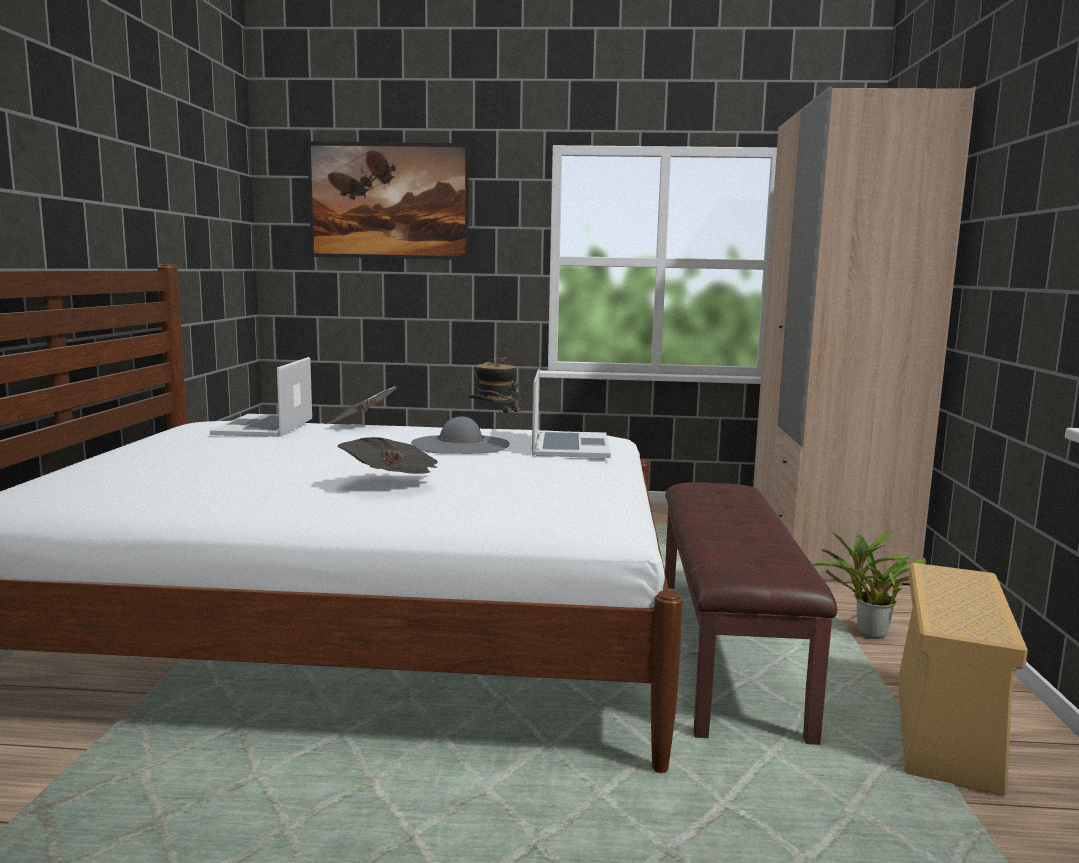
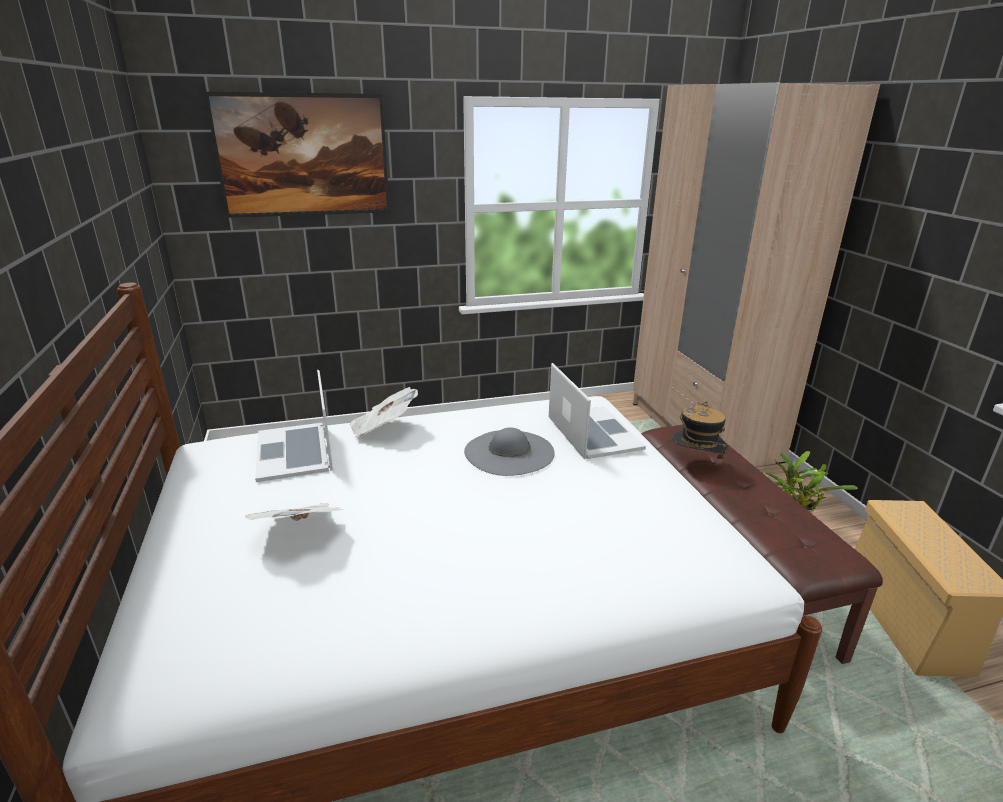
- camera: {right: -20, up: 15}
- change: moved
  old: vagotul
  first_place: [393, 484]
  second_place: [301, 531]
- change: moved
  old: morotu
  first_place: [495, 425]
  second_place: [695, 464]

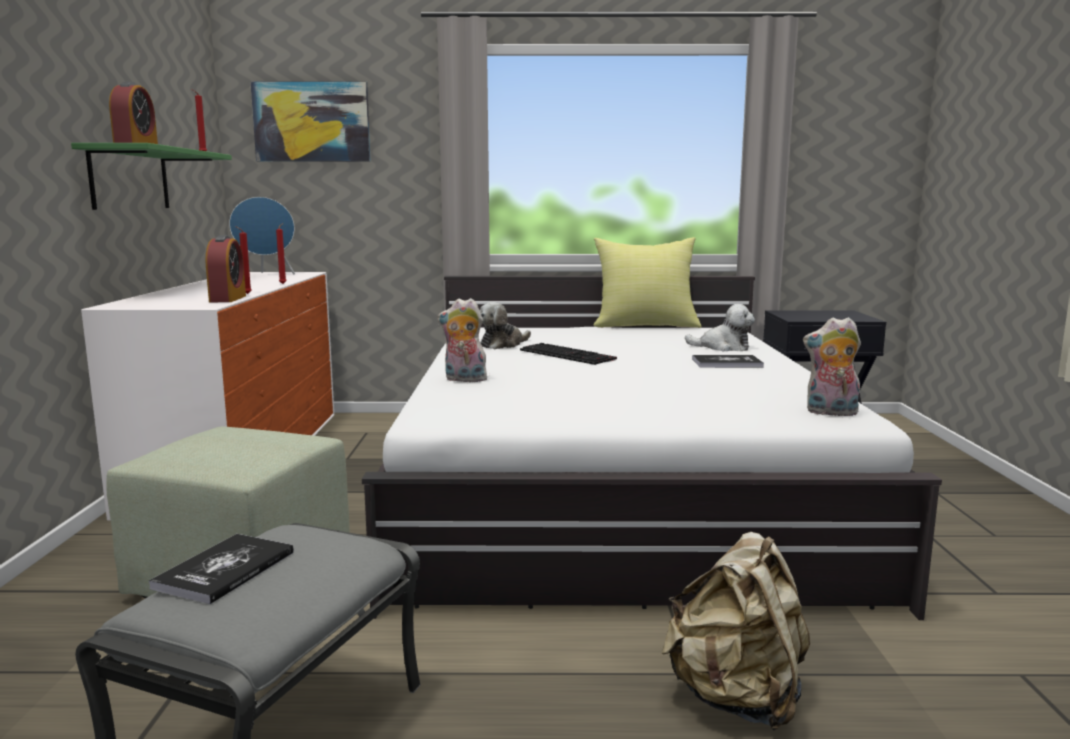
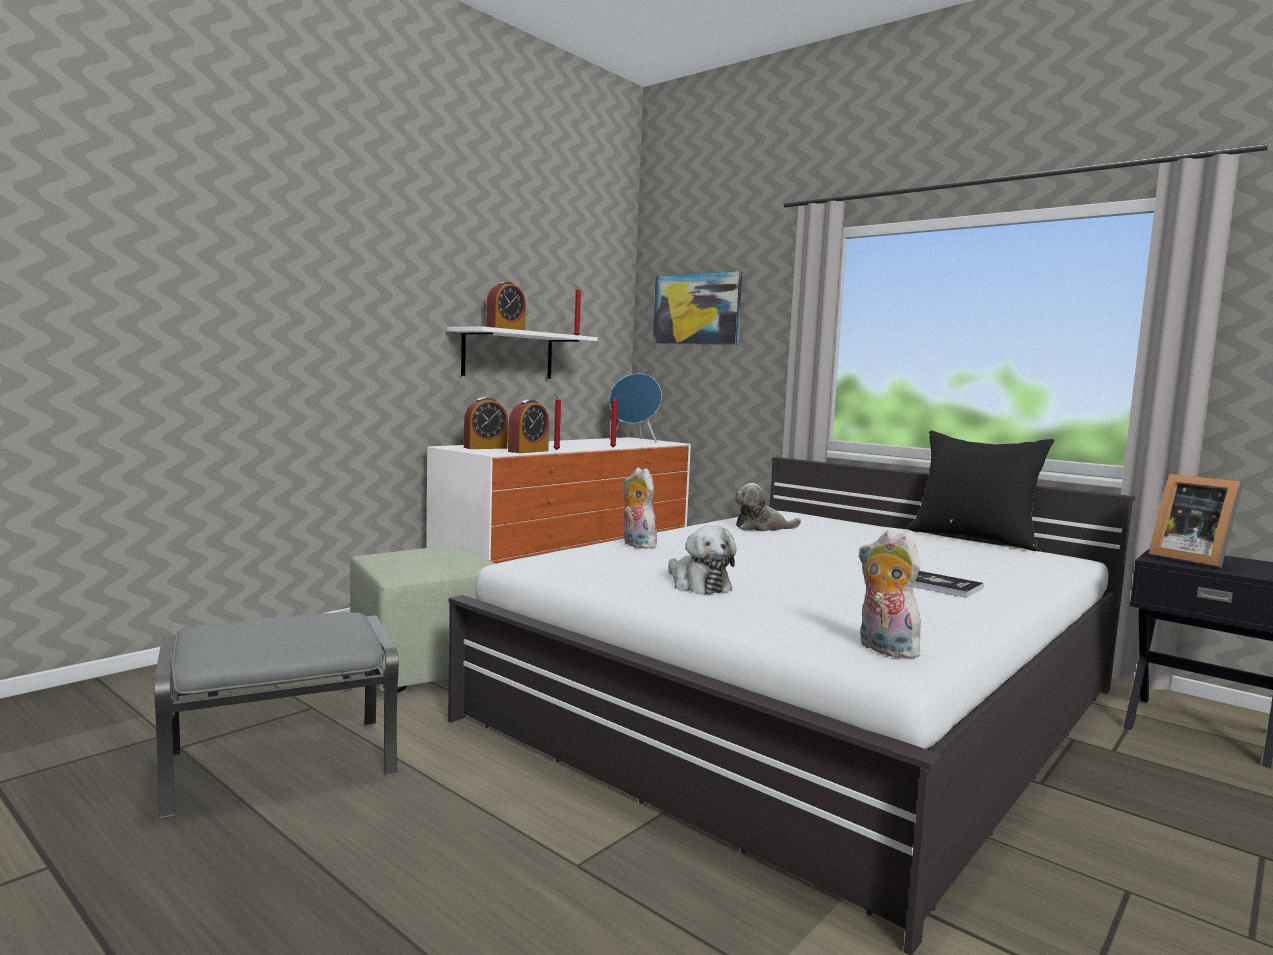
- camera: {right: 40, up: -5}
- change: recoloured
  old: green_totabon
  new: white_totabon
  first_place: [130, 179]
  second_place: [508, 354]
- change: removed
  old: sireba
  first_place: [225, 570]
- change: removed
  old: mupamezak
  first_place: [568, 355]
- change: recoloured
  old: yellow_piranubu
  new: black_piranubu
  first_place: [645, 325]
  second_place: [974, 538]
- change: removed
  old: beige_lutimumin
  first_place: [736, 698]
- change: moved
  old: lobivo
  first_place: [723, 347]
  second_place: [698, 585]
- change: added
  new: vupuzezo
  second_place: [485, 448]
- change: added
  new: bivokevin
  second_place: [1189, 559]

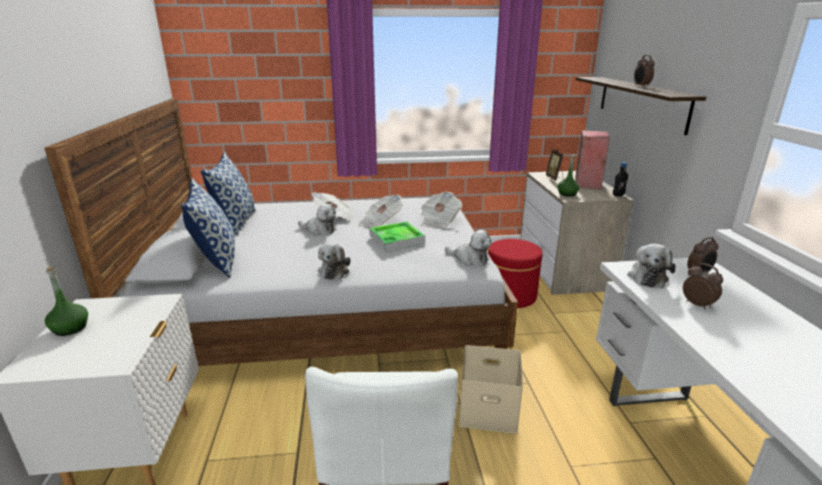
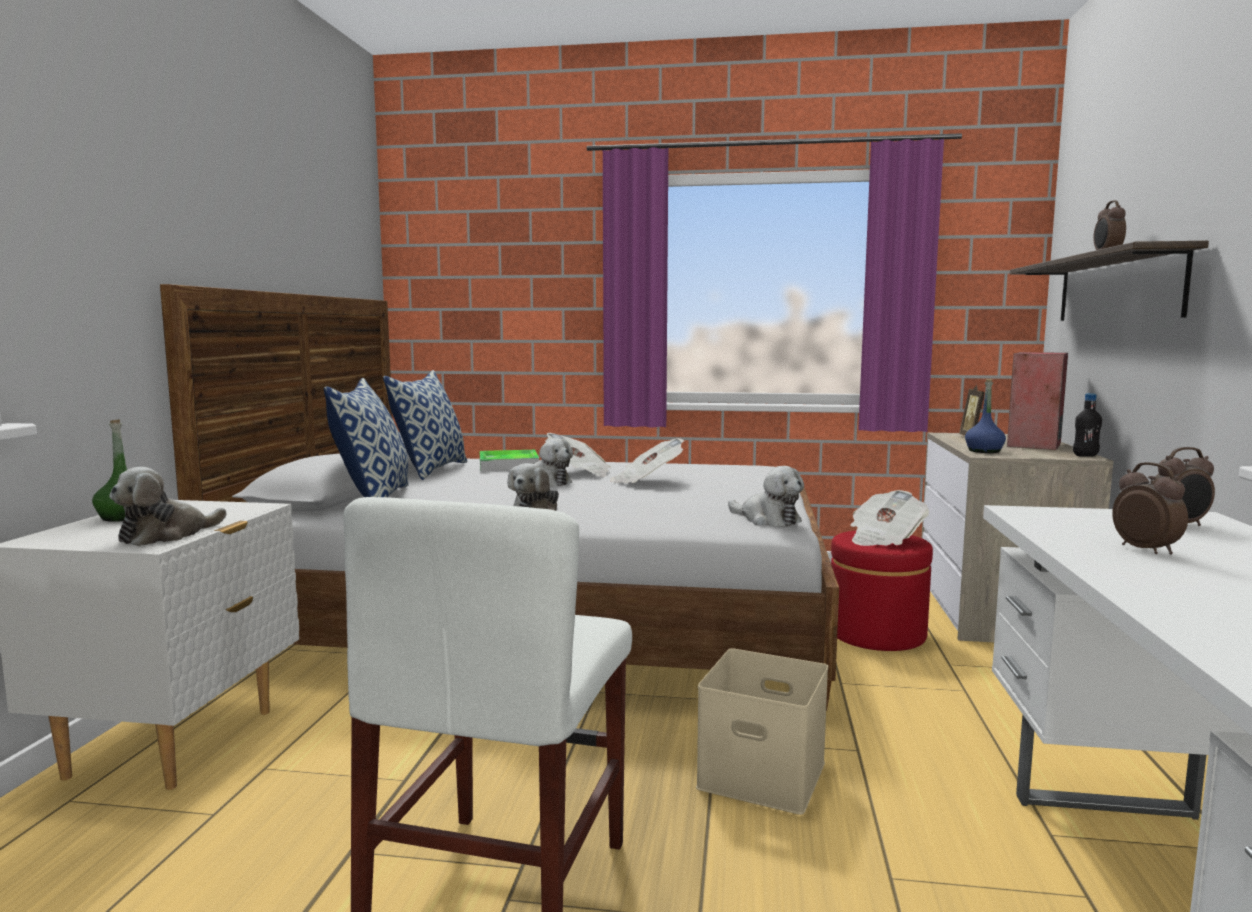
- camera: {right: 15, up: -15}
- change: moved
  old: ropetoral
  first_place: [396, 239]
  second_place: [508, 465]
- change: moved
  old: vagotul
  first_place: [439, 221]
  second_place: [884, 539]
- change: recoloured
  old: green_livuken
  new: blue_livuken
  first_place: [567, 194]
  second_place: [984, 451]
- change: moved
  old: lobivo
  first_place: [647, 277]
  second_place: [166, 535]

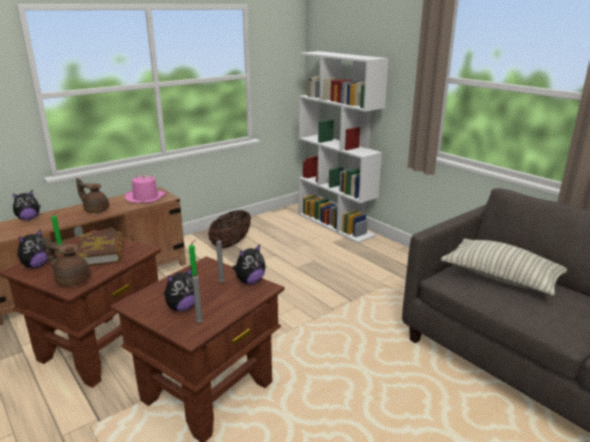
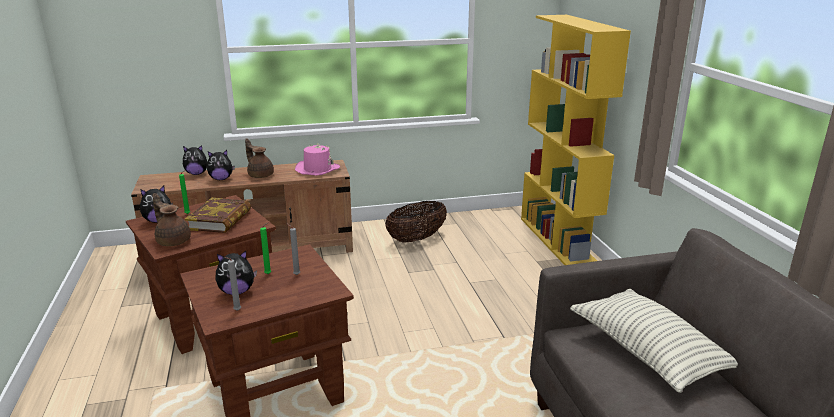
- camera: {right: 25, up: 0}
- change: moved
  old: lobivo
  first_place: [250, 281]
  second_place: [221, 179]
- change: recoloured
  old: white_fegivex
  new: yellow_fegivex
  first_place: [336, 224]
  second_place: [558, 240]

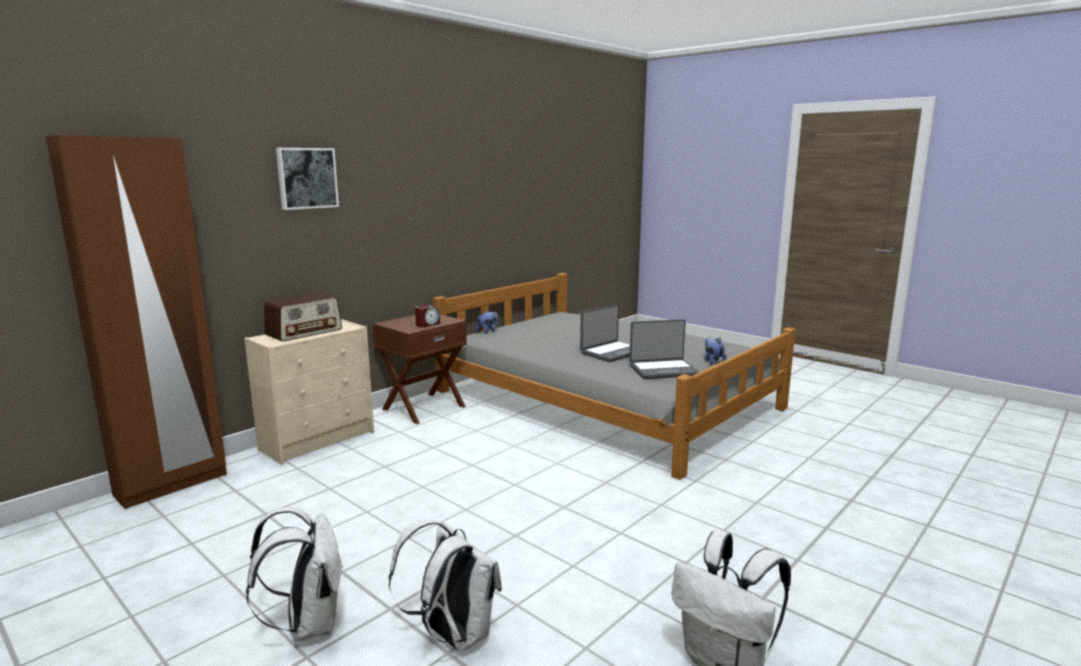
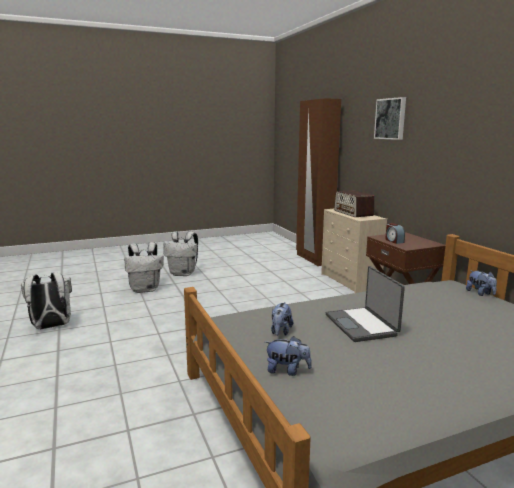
- camera: {right: 115, up: 0}
- change: replaced
  old: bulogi
  new: lobivo
  first_place: [663, 370]
  second_place: [280, 332]

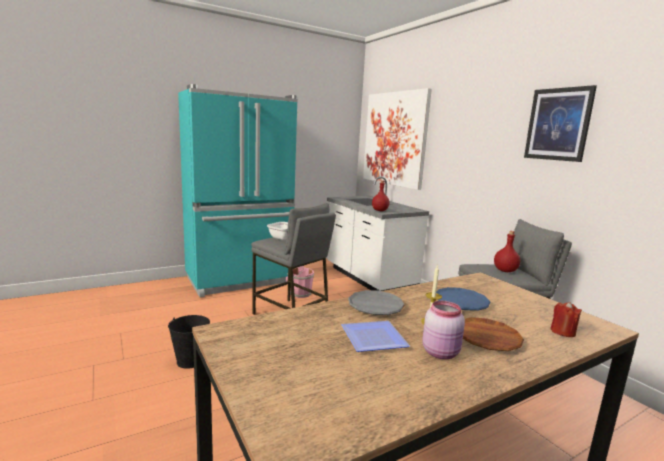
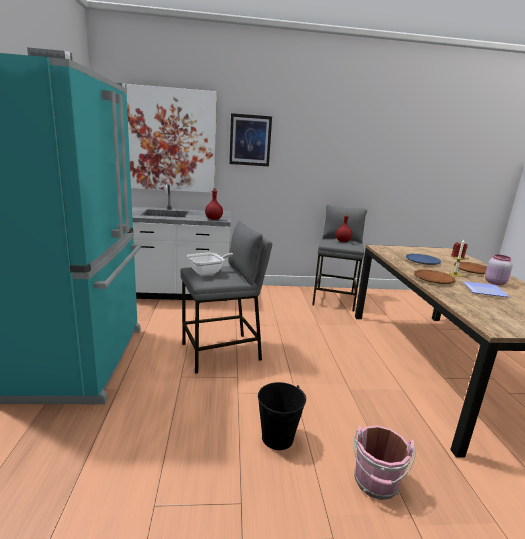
- camera: {right: -65, up: 5}
- change: moved
  old: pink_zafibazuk
  first_place: [299, 293]
  second_place: [376, 483]
- change: recoloured
  old: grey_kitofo
  new: brown_kitofo
  first_place: [375, 306]
  second_place: [433, 279]
- change: moved
  old: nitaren
  first_place: [558, 124]
  second_place: [250, 140]

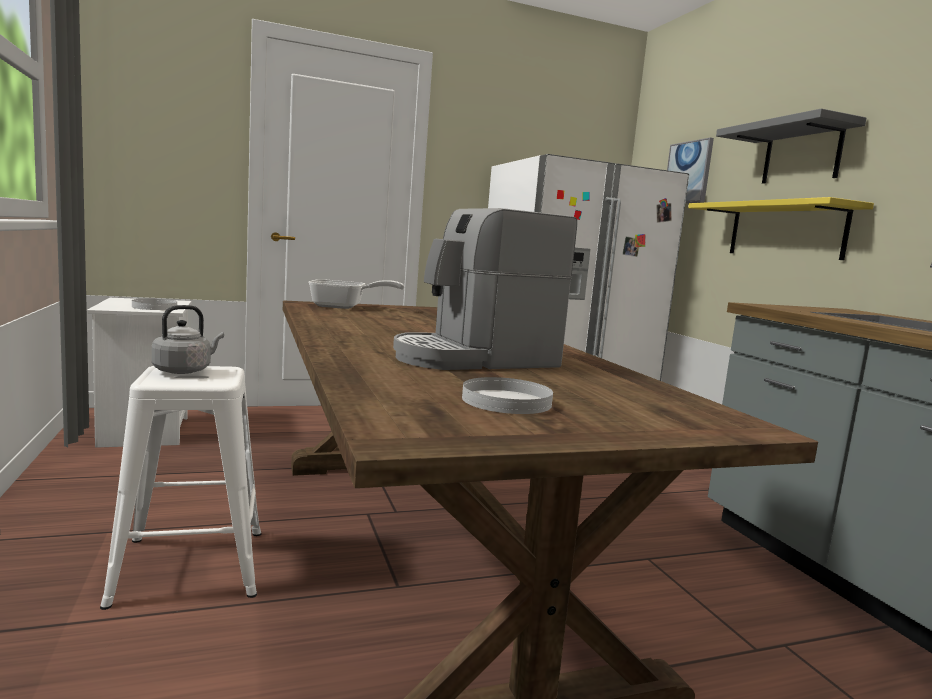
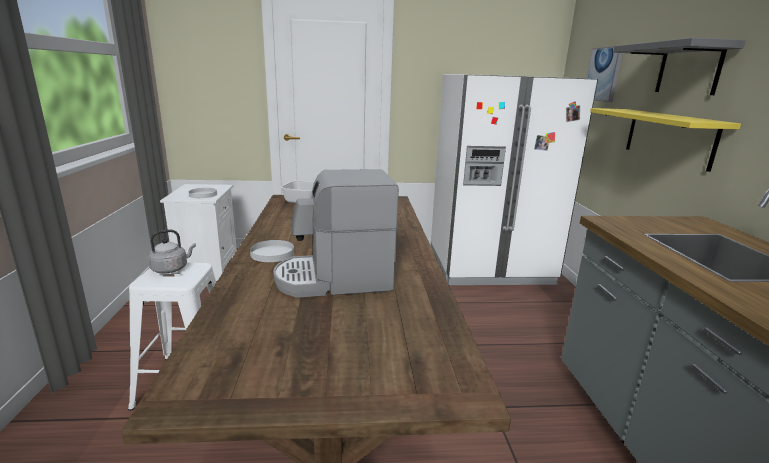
- camera: {right: 15, up: 10}
- change: moved
  old: white_kitofo
  first_place: [506, 401]
  second_place: [272, 253]

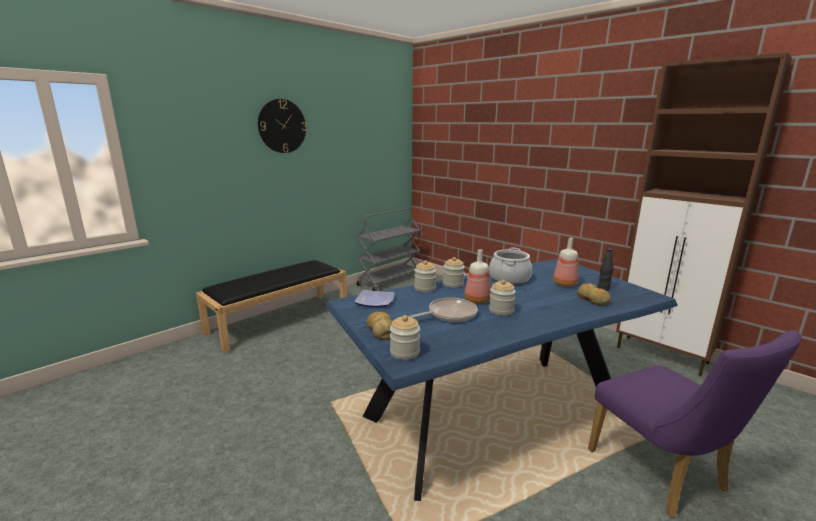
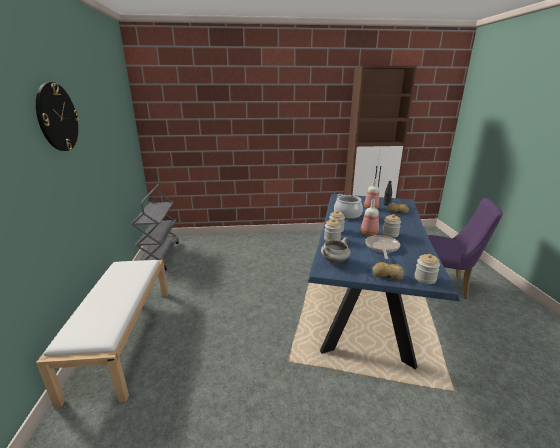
- camera: {right: -50, up: 5}
- change: recoloured
  old: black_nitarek
  new: white_nitarek
  first_place: [280, 319]
  second_place: [123, 337]
- change: replaced
  old: kitofo
  new: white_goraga
  first_place: [374, 301]
  second_place: [334, 261]

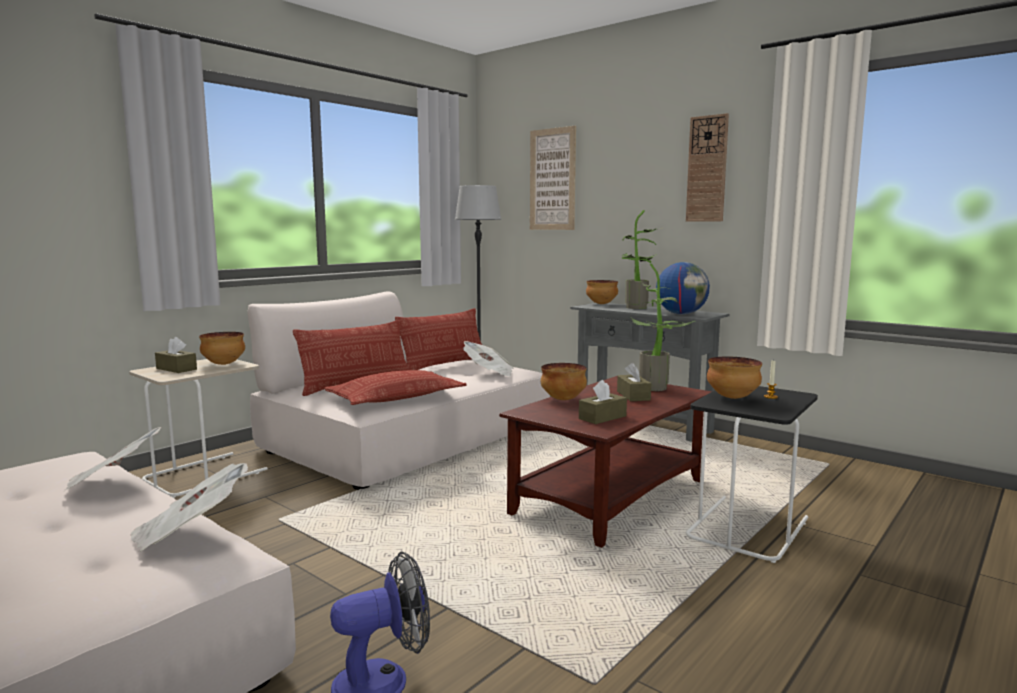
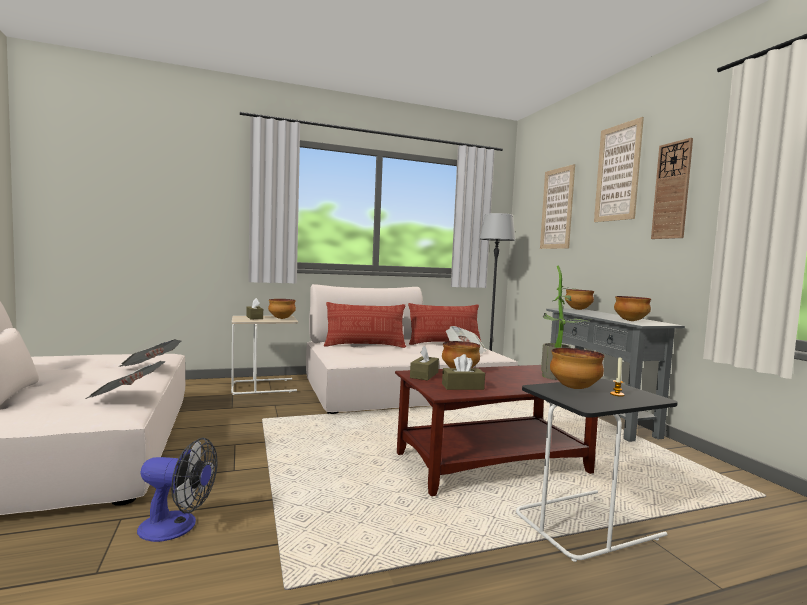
- camera: {right: 30, up: -5}
- change: removed
  old: piranubu
  first_place: [396, 397]
- change: moved
  old: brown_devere
  first_place: [633, 396]
  second_place: [424, 375]
- change: removed
  old: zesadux
  first_place: [637, 308]
- change: replaced
  old: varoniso
  new: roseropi
  first_place: [681, 314]
  second_place: [630, 321]
- change: added
  new: nitaren
  second_place: [617, 172]

